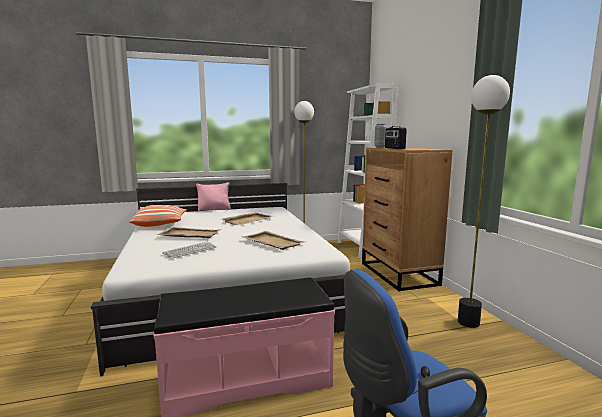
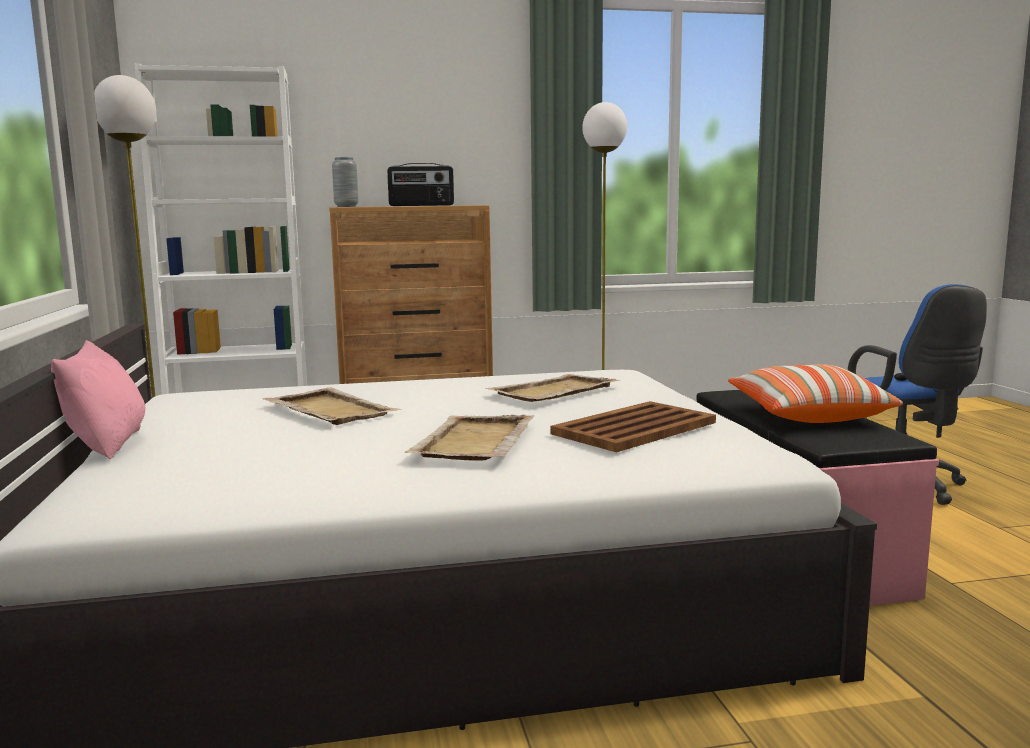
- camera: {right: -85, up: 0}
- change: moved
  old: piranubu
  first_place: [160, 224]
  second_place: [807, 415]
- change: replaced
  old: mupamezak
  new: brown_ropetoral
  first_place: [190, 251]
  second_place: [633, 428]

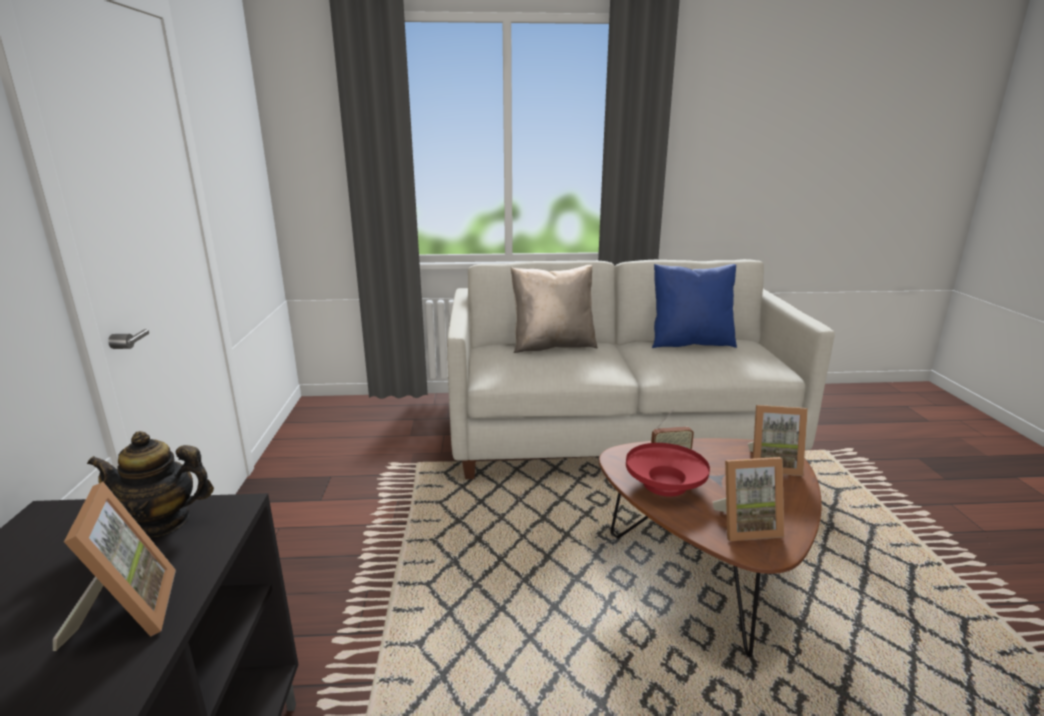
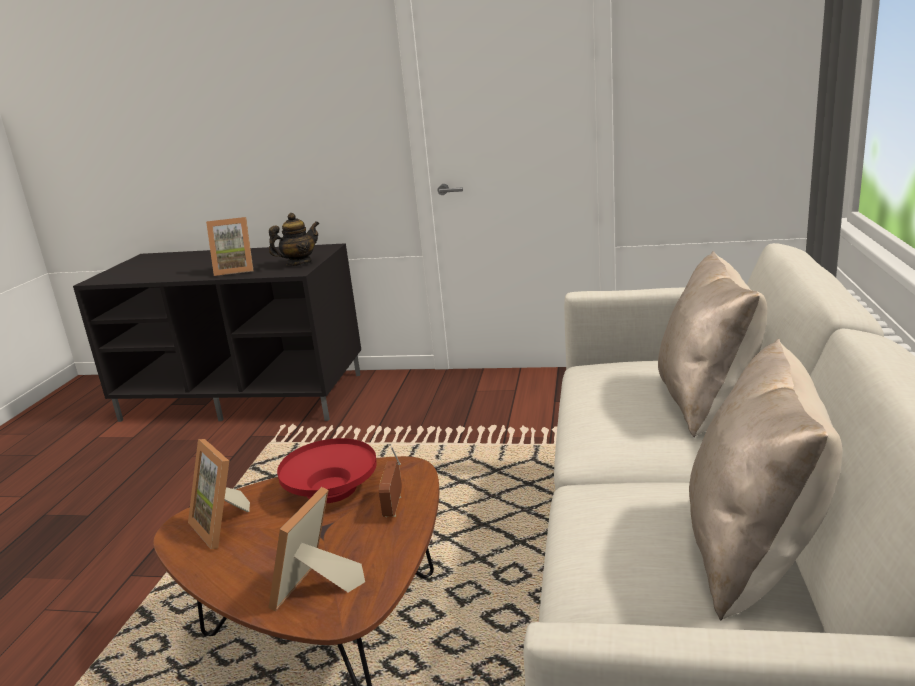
- camera: {right: 105, up: 0}
- change: turned
  old: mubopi
  first_place: [162, 522]
  second_place: [299, 263]
  degrees: 45
- change: recoloured
  old: blue_piranubu
  new: beige_piranubu
  first_place: [690, 343]
  second_place: [753, 554]
- change: turned
  old: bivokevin
  first_place: [745, 526]
  second_place: [225, 525]
  degrees: -45

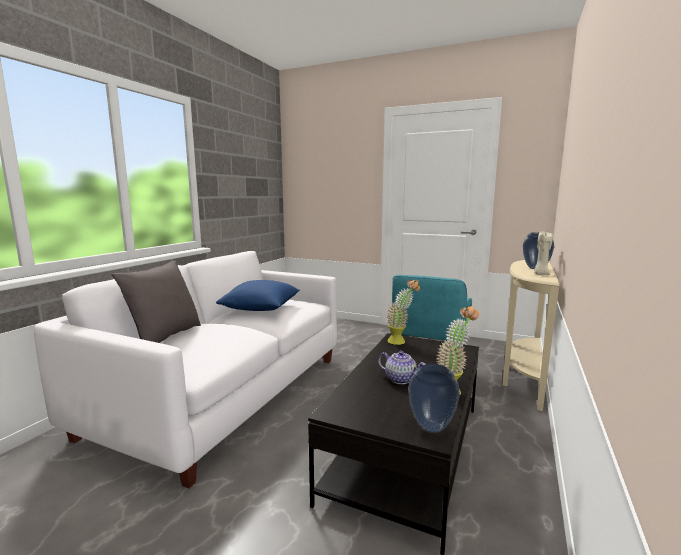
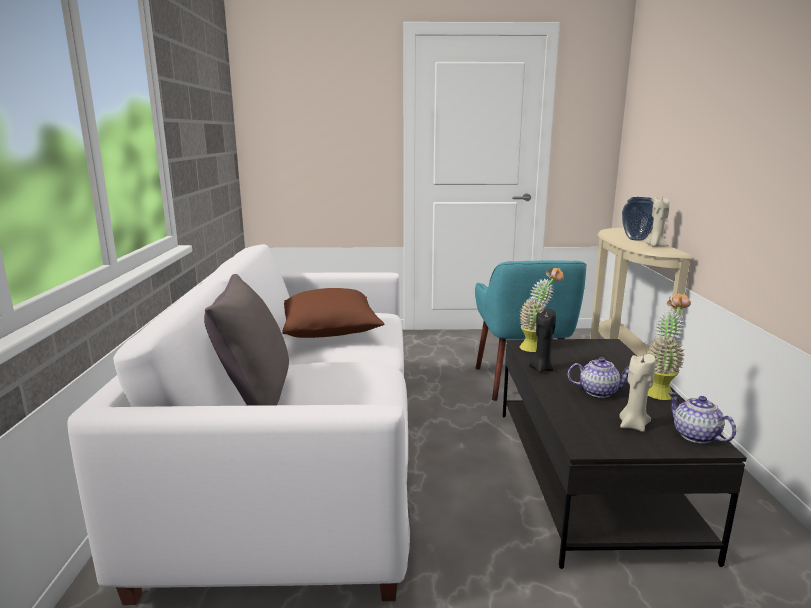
- camera: {right: -25, up: 5}
- change: recoloured
  old: blue_piranubu
  new: brown_piranubu
  first_place: [261, 309]
  second_place: [330, 332]
- change: replaced
  old: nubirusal
  new: mubopi
  first_place: [431, 427]
  second_place: [696, 436]
- change: added
  new: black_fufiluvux
  second_place: [541, 369]
- change: added
  new: beige_fufiluvux
  second_place: [633, 425]

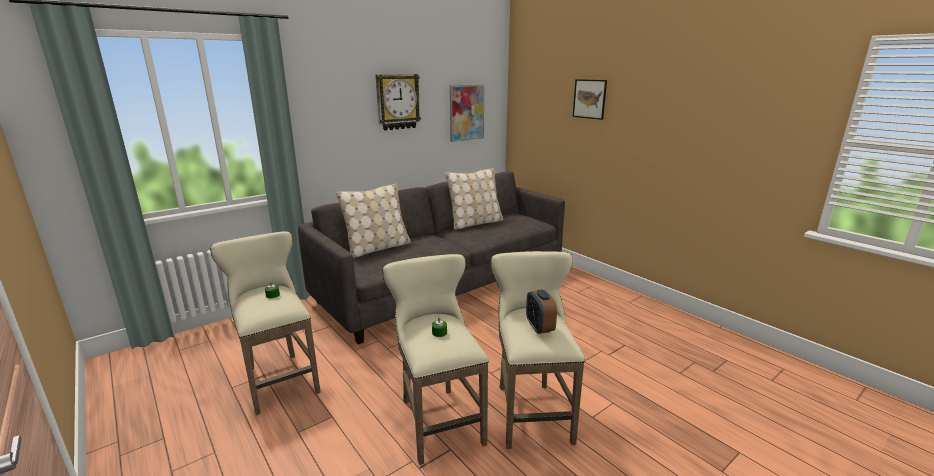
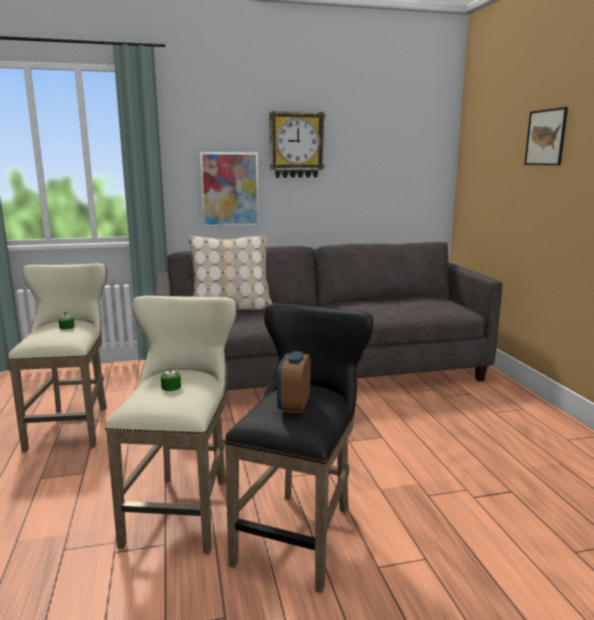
- camera: {right: 25, up: -5}
- change: removed
  old: beige_piranubu
  first_place: [475, 223]
- change: moved
  old: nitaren
  first_place: [466, 112]
  second_place: [230, 189]
- change: recoloured
  old: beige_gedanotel
  new: black_gedanotel
  first_place: [530, 409]
  second_place: [301, 532]

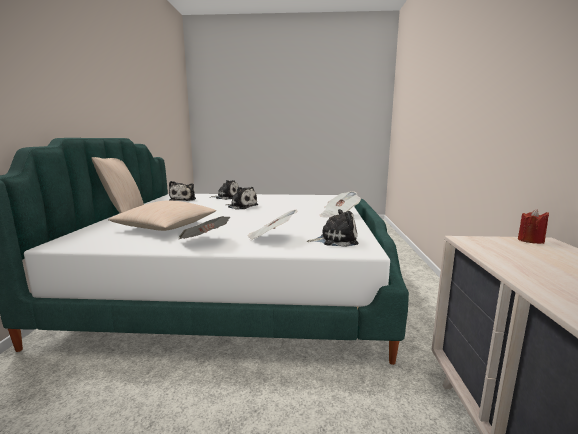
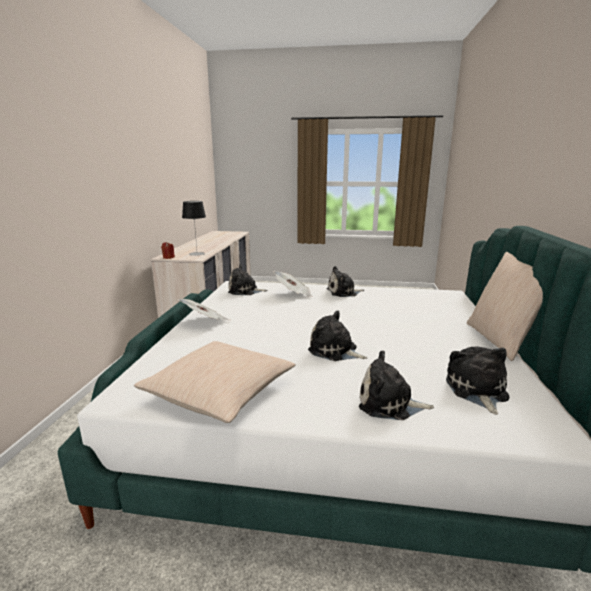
- camera: {right: -175, up: 5}
- change: moved
  old: beige_piranubu
  first_place: [165, 227]
  second_place: [220, 392]
- change: replaced
  old: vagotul
  new: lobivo
  first_place: [204, 242]
  second_place: [343, 292]
- change: added
  new: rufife
  second_place: [197, 254]

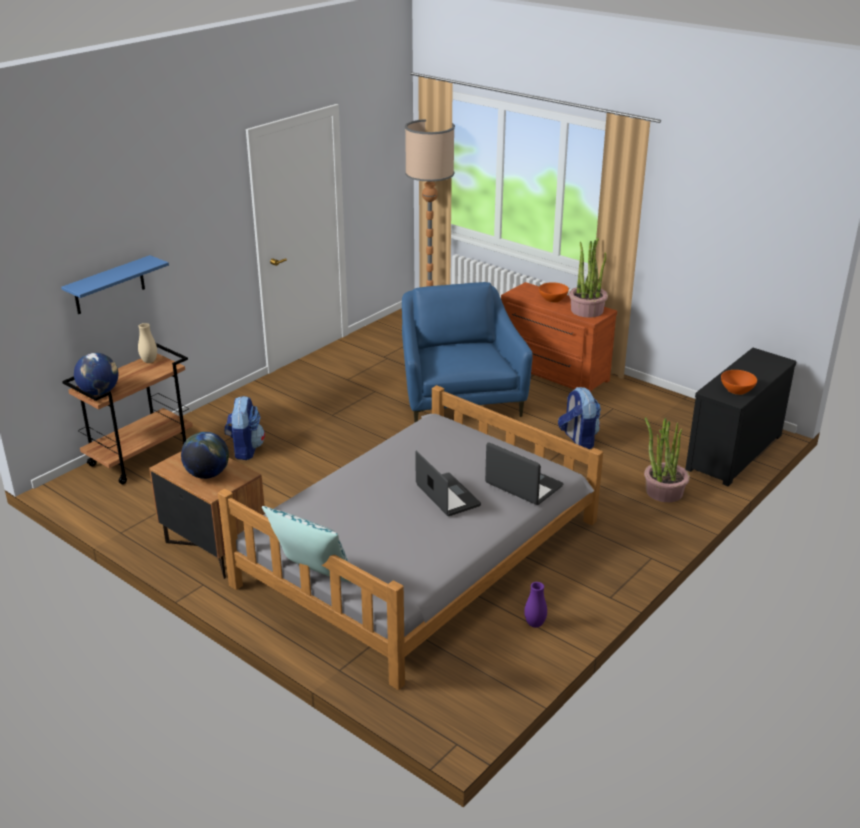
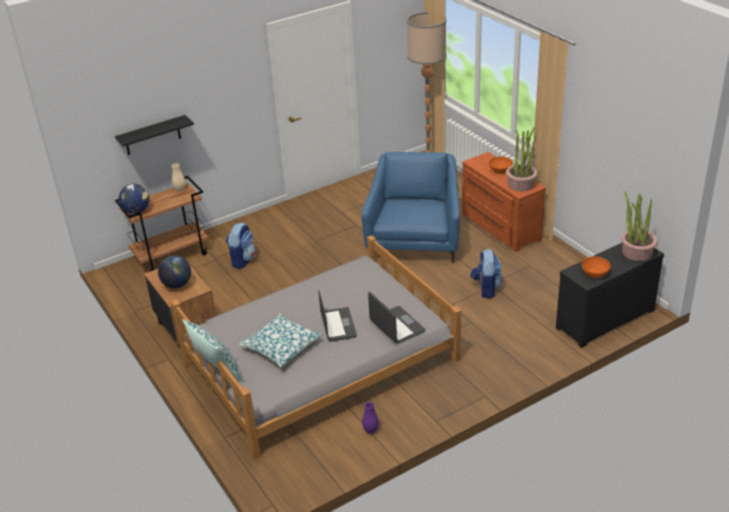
- camera: {right: 20, up: 5}
- change: recoloured
  old: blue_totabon
  new: black_totabon
  first_place: [109, 285]
  second_place: [152, 135]
- change: moved
  old: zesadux
  first_place: [663, 491]
  second_place: [636, 252]
- change: added
  new: piranubu
  second_place: [281, 346]

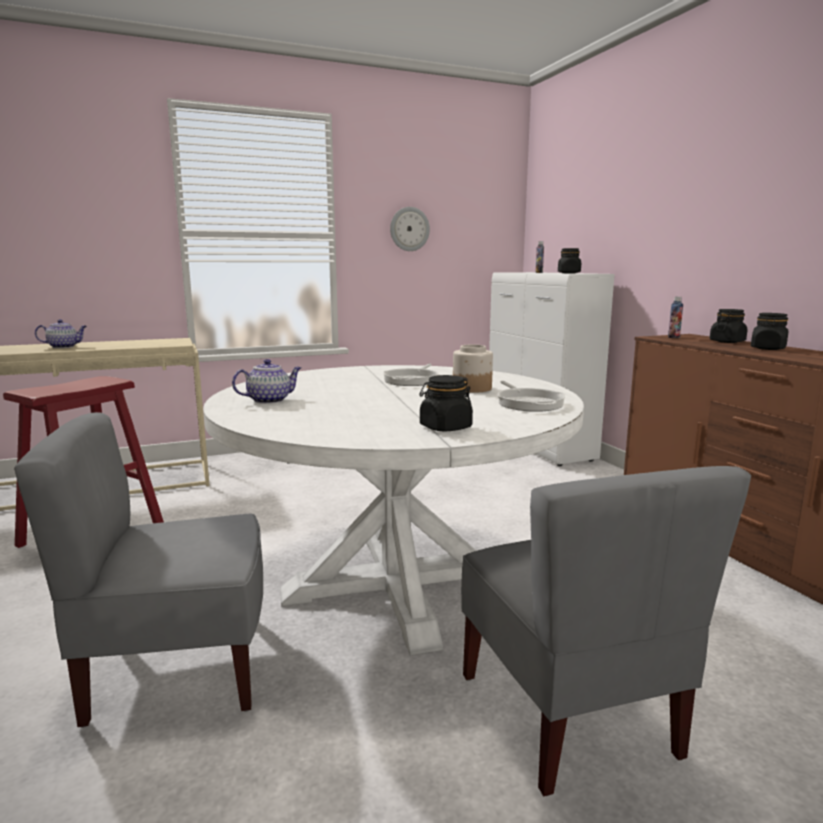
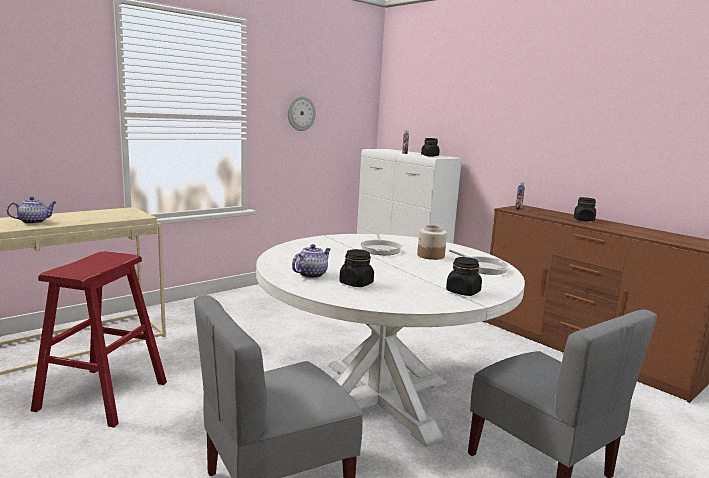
- camera: {right: -20, up: 0}
- change: moved
  old: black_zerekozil
  first_place: [727, 341]
  second_place: [356, 283]

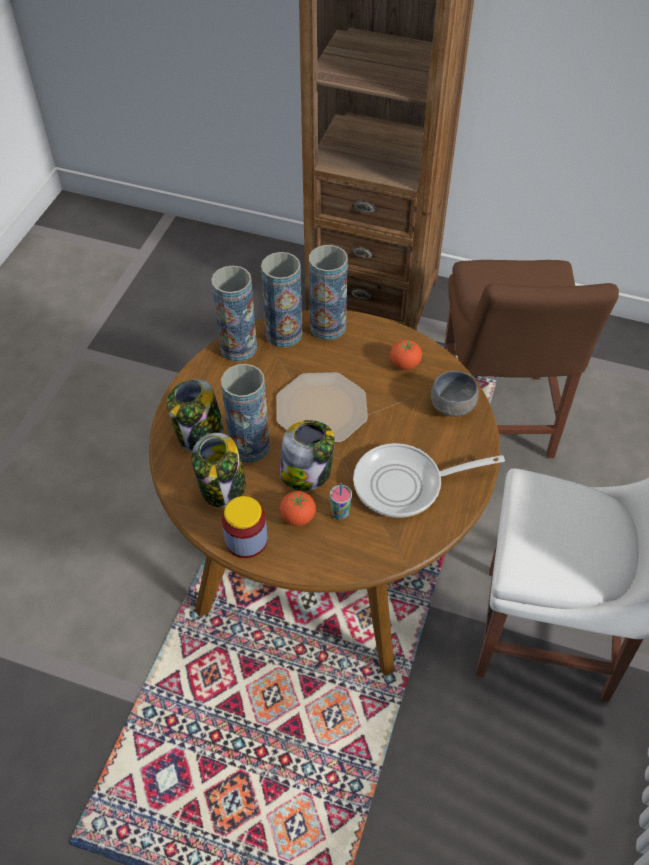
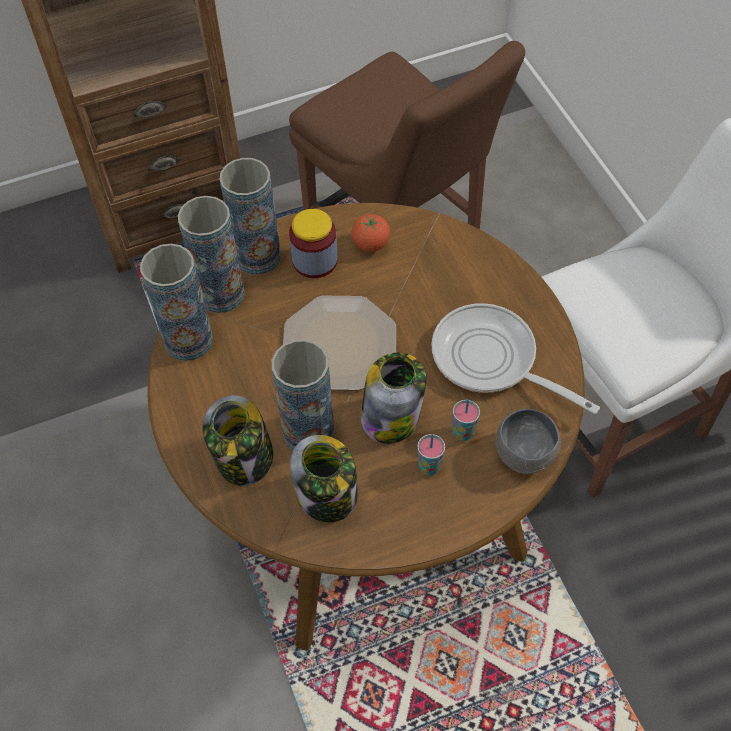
- camera: {right: -40, up: 5}
- change: moved
  old: zerekozil
  first_place: [246, 540]
  second_place: [315, 261]
- change: replaced
  old: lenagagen
  new: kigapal
  first_place: [298, 517]
  second_place: [429, 467]
- change: turned
  old: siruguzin
  first_place: [405, 485]
  second_place: [491, 360]
  degrees: 90
- change: moved
  old: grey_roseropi
  first_place: [452, 405]
  second_place: [523, 452]

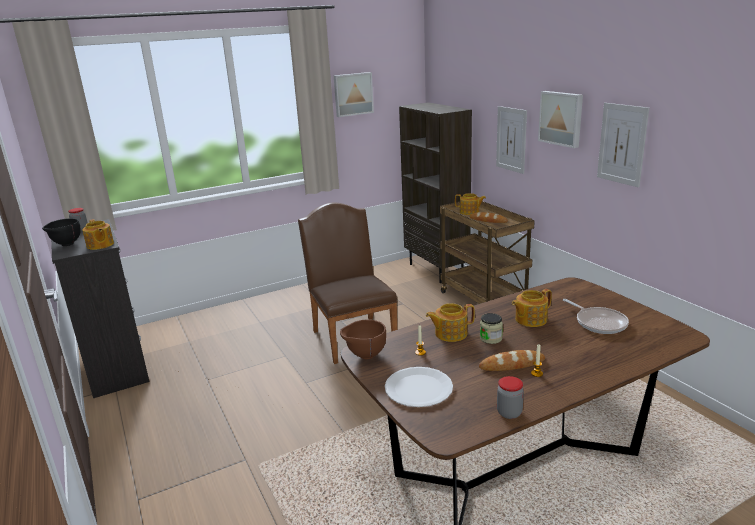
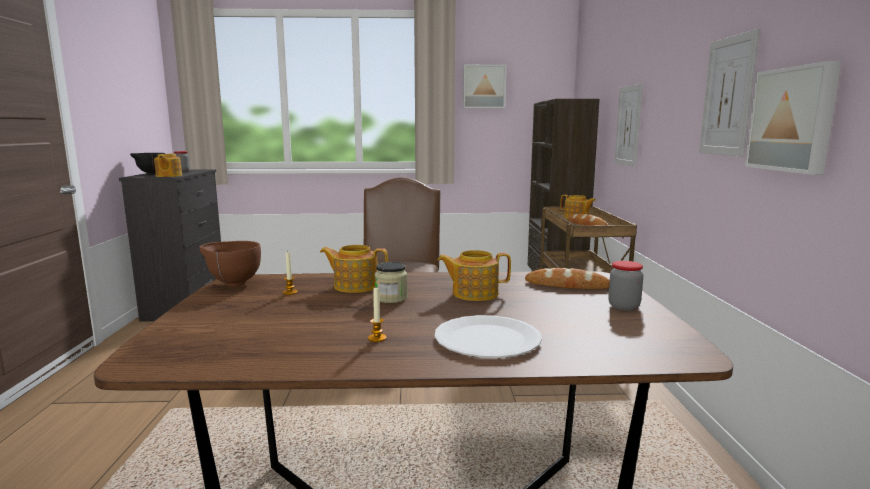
- camera: {right: 25, up: -10}
- change: moved
  old: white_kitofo
  first_place: [418, 388]
  second_place: [487, 339]
- change: moved
  old: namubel
  first_place: [512, 364]
  second_place: [567, 285]
- change: moved
  old: zerekozil
  first_place: [509, 413]
  second_place: [624, 307]
- change: moved
  old: nitaren
  first_place: [561, 118]
  second_place: [793, 119]
- change: removed
  old: siruguzin
  first_place: [598, 323]

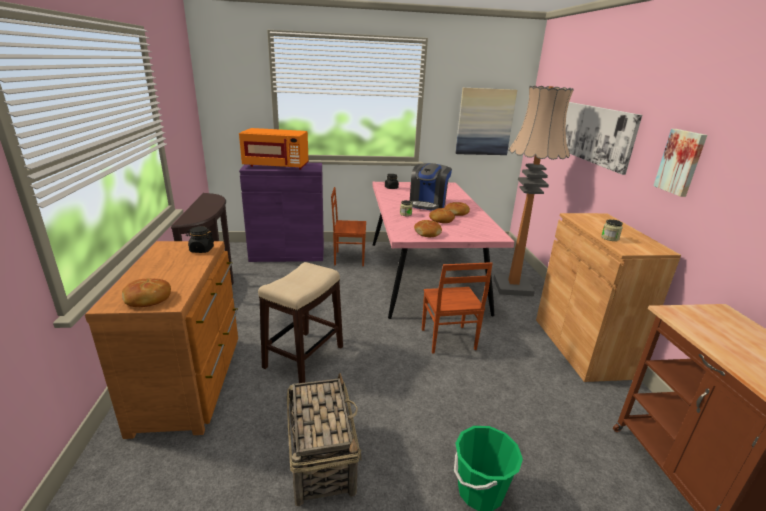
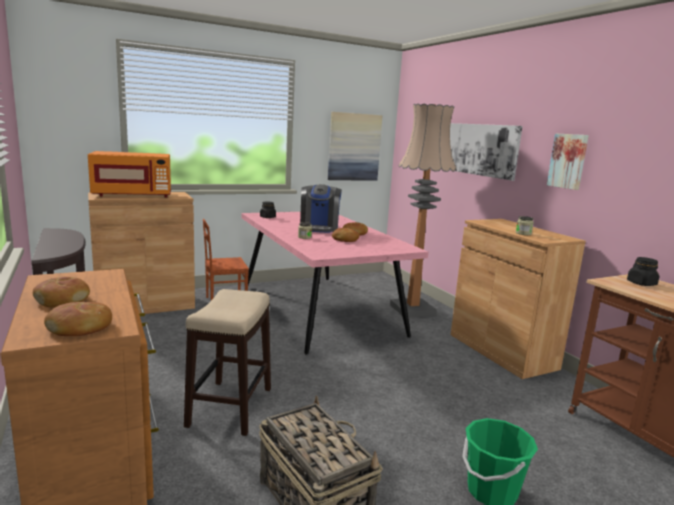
- camera: {right: -20, up: -10}
- change: moved
  old: black_zerekozil
  first_place: [201, 250]
  second_place: [641, 283]
- change: recoloured
  old: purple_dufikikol
  new: brown_dufikikol
  first_place: [287, 254]
  second_place: [145, 305]
- change: moved
  old: namubel
  first_place: [427, 233]
  second_place: [63, 300]
- change: removed
  old: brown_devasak
  first_place: [447, 340]

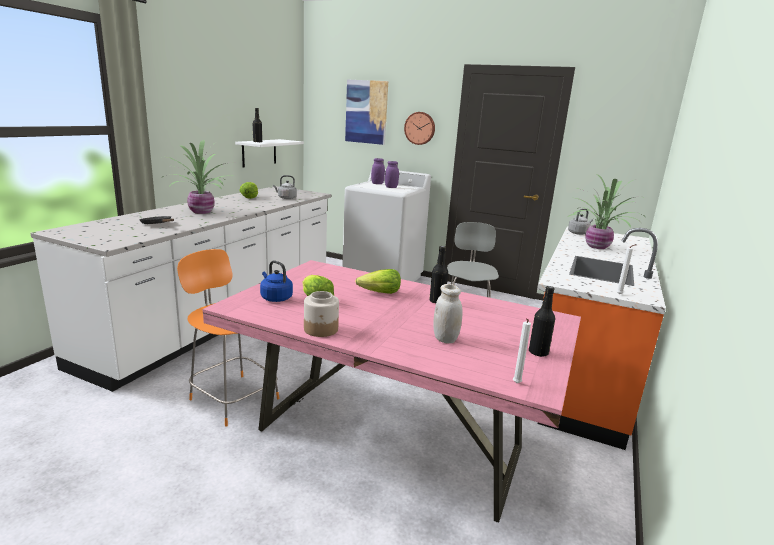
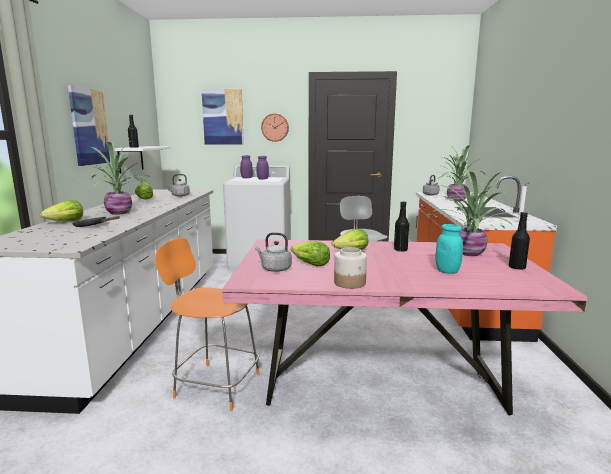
- camera: {right: -20, up: -5}
- change: recoloured
  old: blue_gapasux
  new: grey_gapasux
  first_place: [275, 298]
  second_place: [274, 269]
- change: recoloured
  old: white_zerekozil
  new: turquoise_zerekozil
  first_place: [445, 339]
  second_place: [447, 271]
- change: removed
  old: white_fufiluvux
  first_place: [516, 384]
- change: added
  new: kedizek
  second_place: [66, 222]
- change: added
  new: nitaren
  second_place: [89, 127]
- change: added
  new: zesadux
  second_place: [468, 254]

